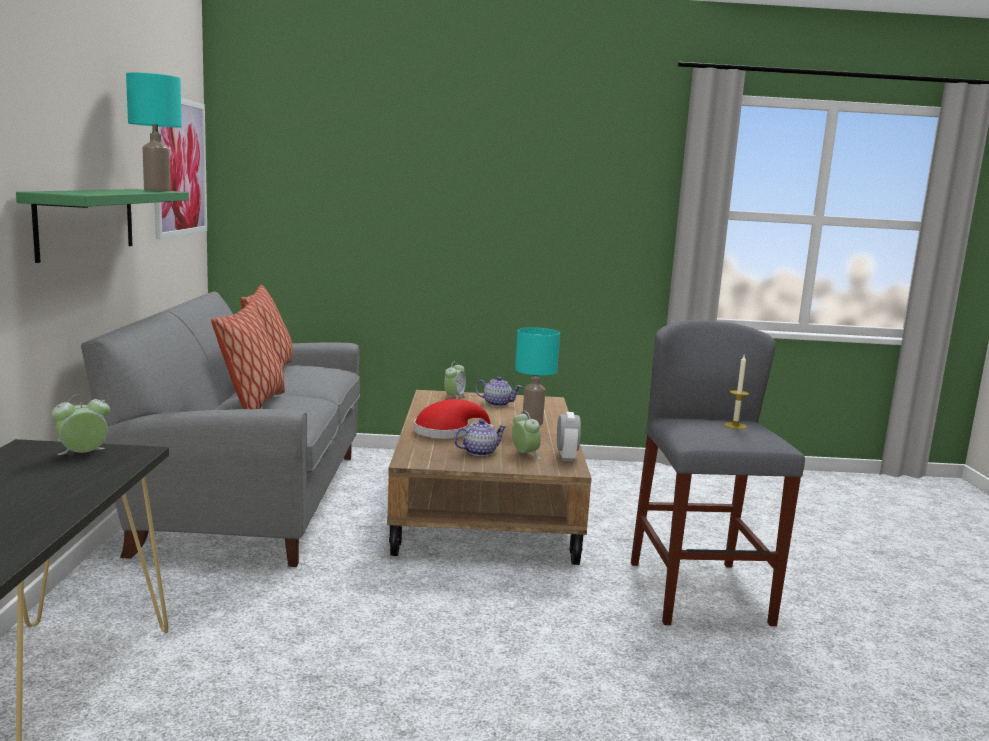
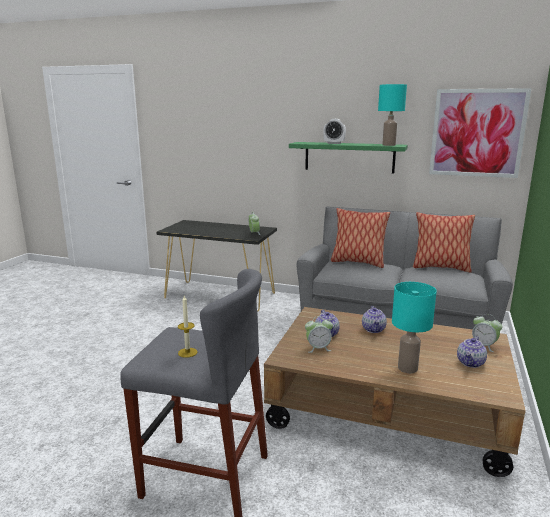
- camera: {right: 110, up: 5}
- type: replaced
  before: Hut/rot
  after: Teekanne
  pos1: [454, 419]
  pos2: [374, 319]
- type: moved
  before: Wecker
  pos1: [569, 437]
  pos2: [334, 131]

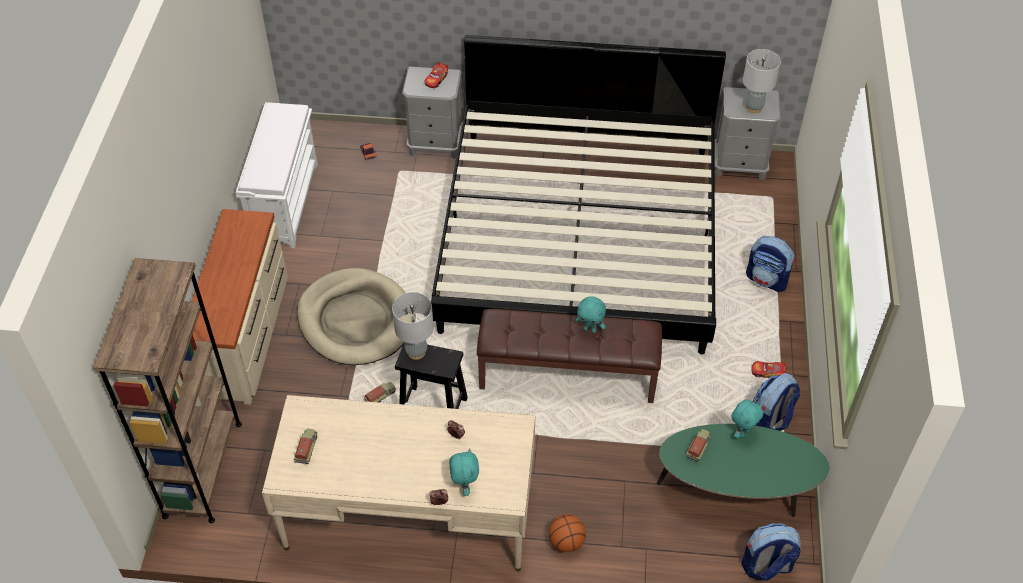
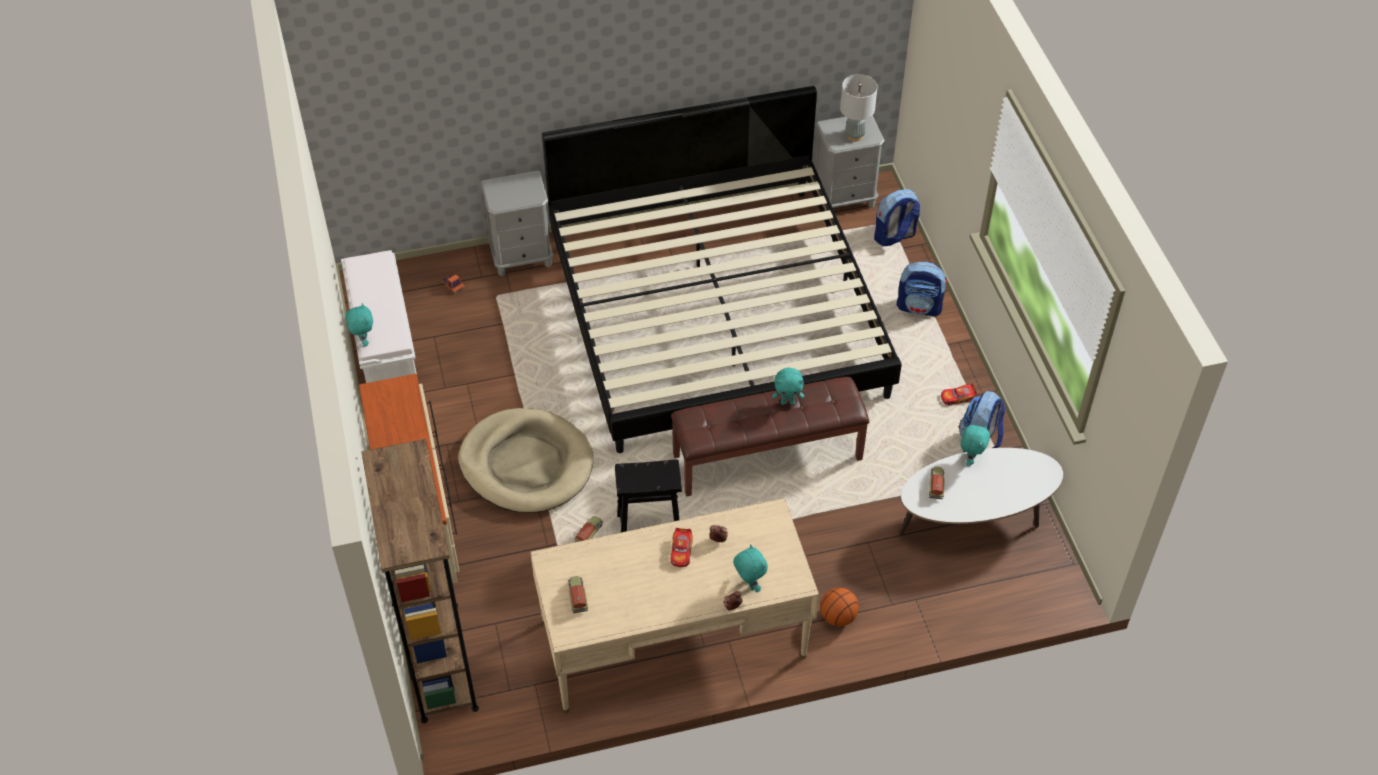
- camera: {right: -20, up: 0}
- type: removed
  before: Tischlampe/grau
  pos1: [413, 326]
- type: moved
  before: Spielzeugauto
  pos1: [436, 75]
  pos2: [682, 547]
- type: recoloured
  before: Couchtisch/grün
  after: Couchtisch/weiß
  pos1: [743, 470]
  pos2: [981, 492]
- type: moved
  before: Rucksack
  pos1: [771, 552]
  pos2: [897, 218]
- type: added
  after: Plüschtier/türkis
  pos2: [359, 325]

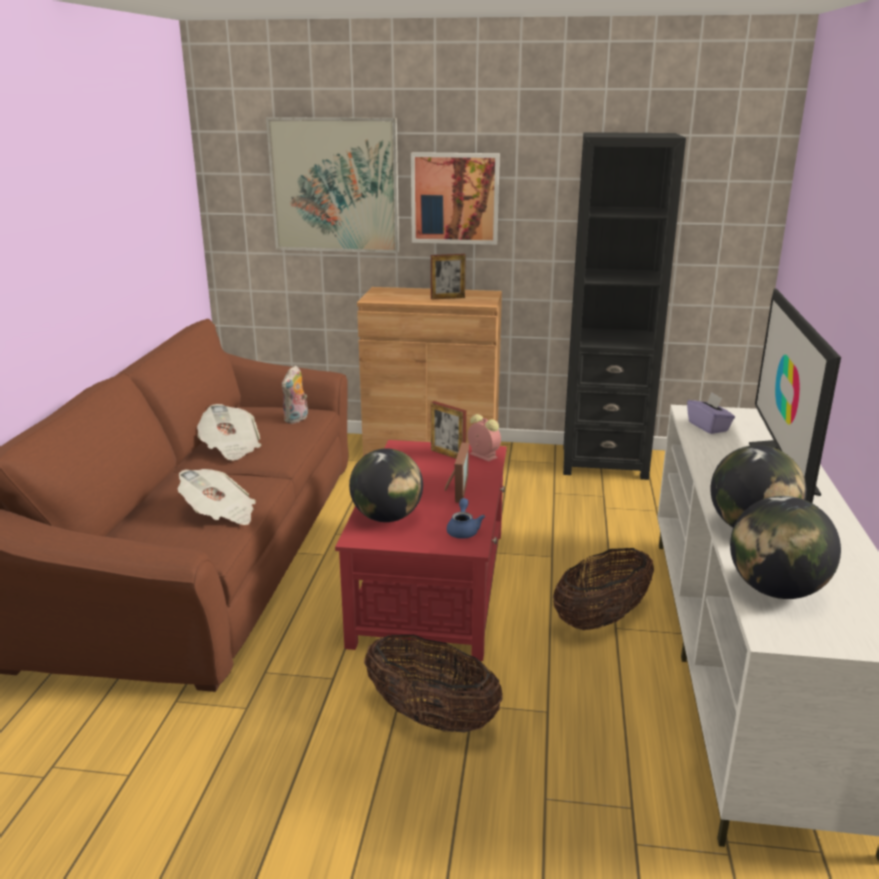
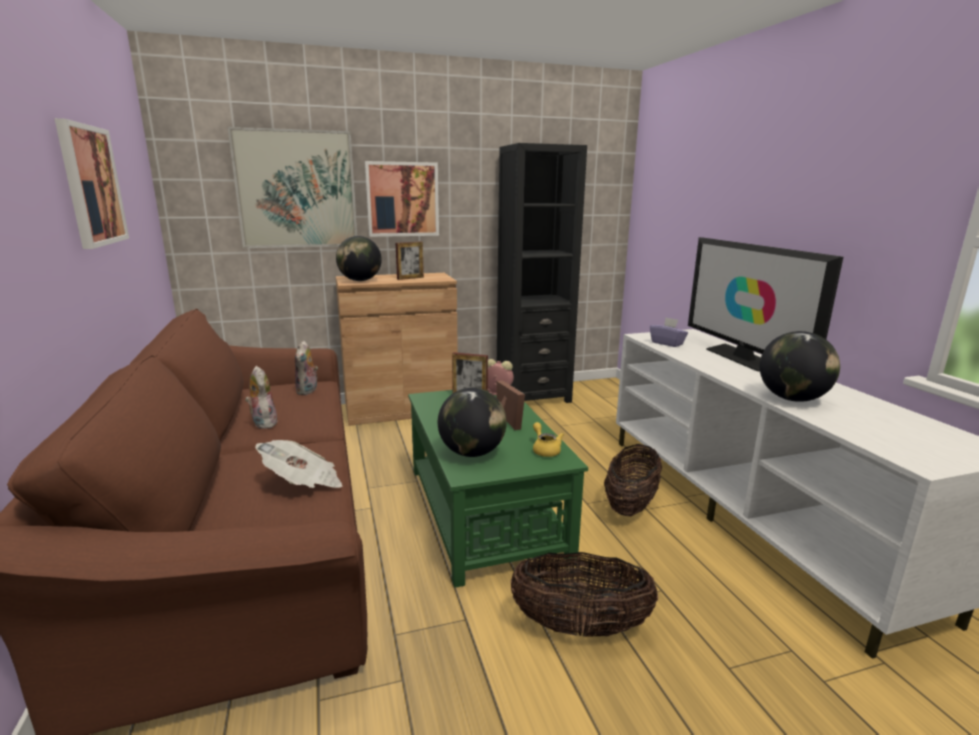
- camera: {right: -25, up: -5}
- type: replaced
  before: Zeitung
  after: Plüschtier
  pos1: [229, 432]
  pos2: [261, 397]
- type: recoloured
  before: Couchtisch/rot
  after: Couchtisch/grün
  pos1: [421, 550]
  pos2: [498, 489]
- type: recoloured
  before: Teekanne/blau
  after: Teekanne/gelb
  pos1: [466, 518]
  pos2: [548, 439]
- type: moved
  before: Globus
  pos1: [785, 547]
  pos2: [359, 258]
- type: added
  after: Bild
  pos2: [91, 183]

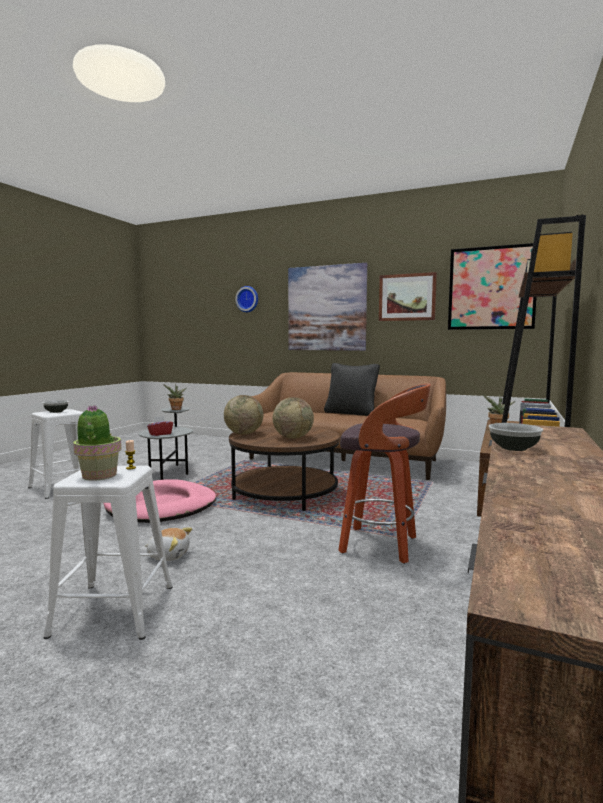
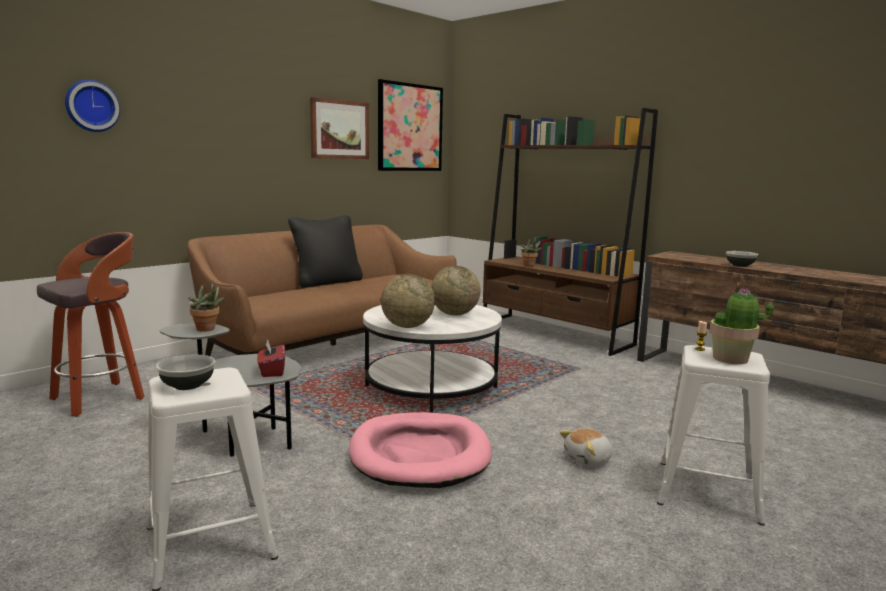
- camera: {right: -70, up: 5}
- type: turned
  before: Plüschtier
  pos1: [168, 544]
  pos2: [586, 447]
  turn: -150
- type: recoloured
  before: Couchtisch/braun
  after: Couchtisch/weiß
  pos1: [284, 468]
  pos2: [432, 358]
- type: removed
  before: Bild
  pos1: [327, 307]
- type: moved
  before: Hocker
  pos1: [384, 474]
  pos2: [90, 324]

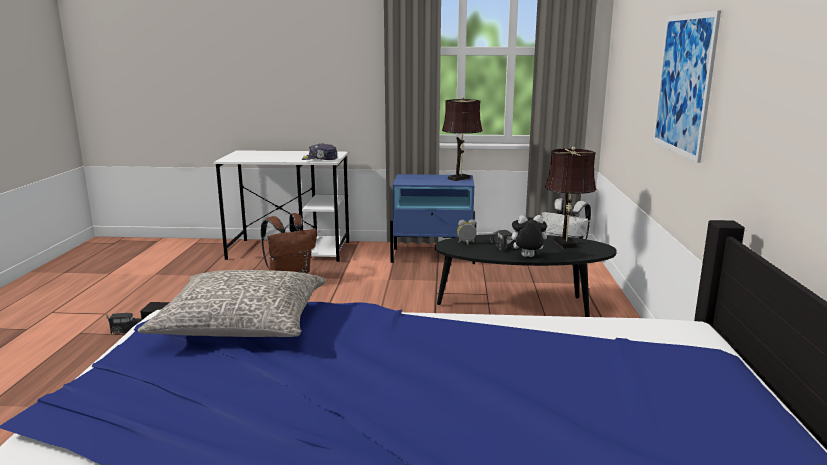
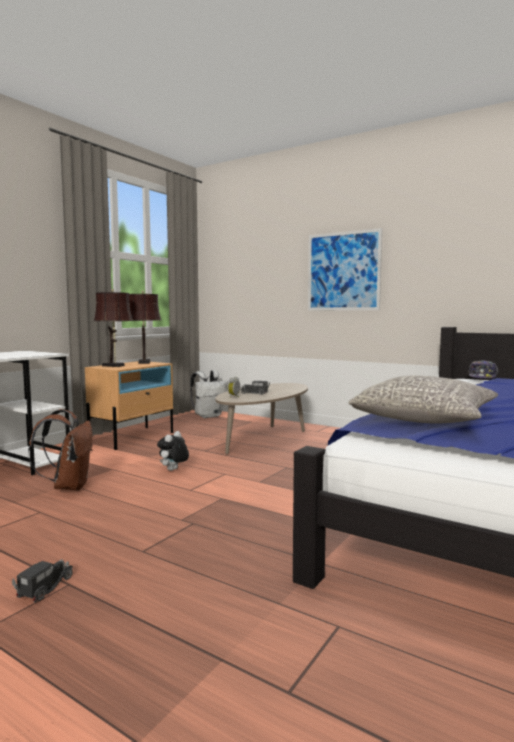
- camera: {right: -60, up: -10}
- type: moved
  before: Kappe
  pos1: [320, 151]
  pos2: [483, 369]
- type: recoloured
  before: Nachttisch/blau
  after: Nachttisch/beige
  pos1: [433, 219]
  pos2: [129, 405]
- type: recoloured
  before: Couchtisch/schwarz
  after: Couchtisch/beige
  pos1: [526, 275]
  pos2: [261, 418]
- type: moved
  before: Plüschtier
  pos1: [527, 236]
  pos2: [173, 451]
- type: moved
  before: Tischlampe/braun
  pos1: [570, 197]
  pos2: [113, 328]

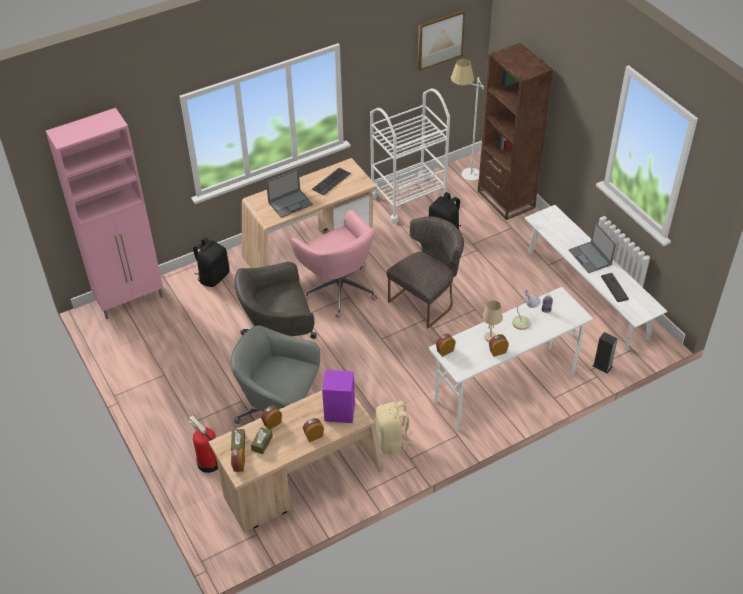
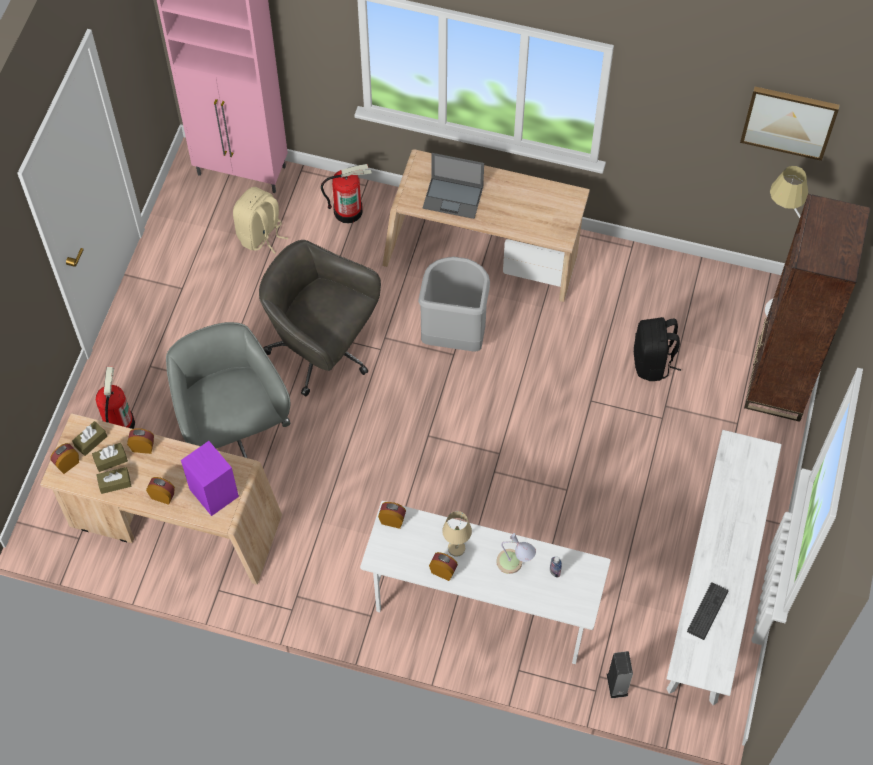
- camera: {right: 45, up: 15}
- type: replaced
  before: Rucksack/schwarz
  after: Feuerlöscher
  pos1: [211, 262]
  pos2: [346, 193]
- type: replaced
  before: Bürostuhl/rosa
  after: Mülleimer/grau
  pos1: [334, 264]
  pos2: [454, 304]
- type: removed
  before: Tastatur
  pos1: [331, 182]
- type: removed
  before: Rollwagen/weiß
  pos1: [410, 156]
- type: moved
  before: Rucksack/beige
  pos1: [394, 427]
  pos2: [260, 220]
- type: removed
  before: Stuhl/grau
  pos1: [425, 272]
- type: removed
  before: Laptop
  pos1: [592, 247]
- type: added
  after: Taschentuchbox/braun
  pos2: [113, 480]

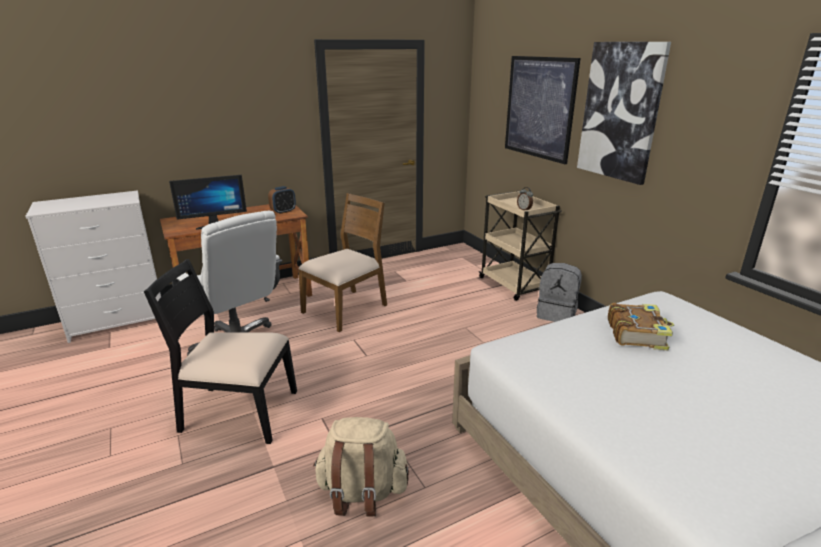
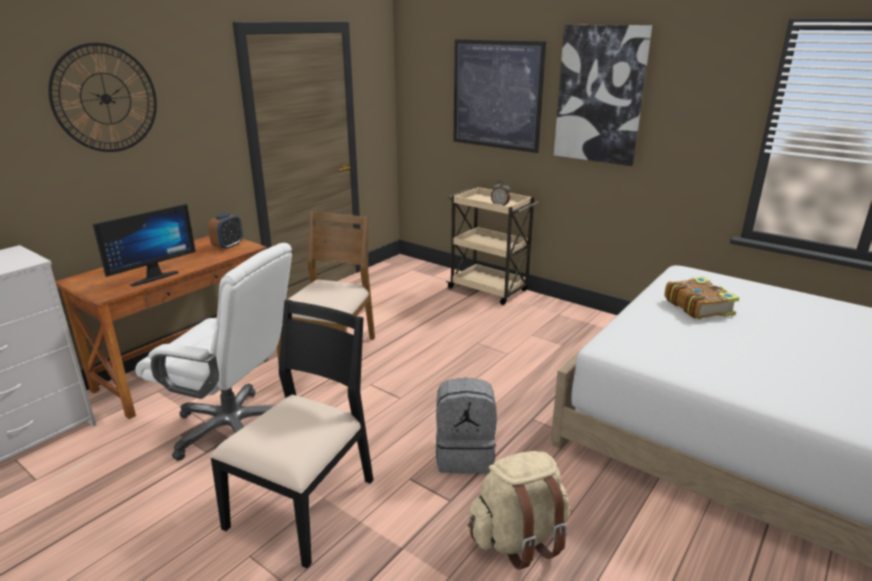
- camera: {right: -25, up: 0}
- type: turned
  before: Stuhl/schwarz
  pos1: [220, 351]
  pos2: [291, 434]
  turn: 135
- type: moved
  before: Rucksack/grau
  pos1: [559, 292]
  pos2: [466, 425]
- type: added
  after: Wanduhr
  pos2: [102, 97]

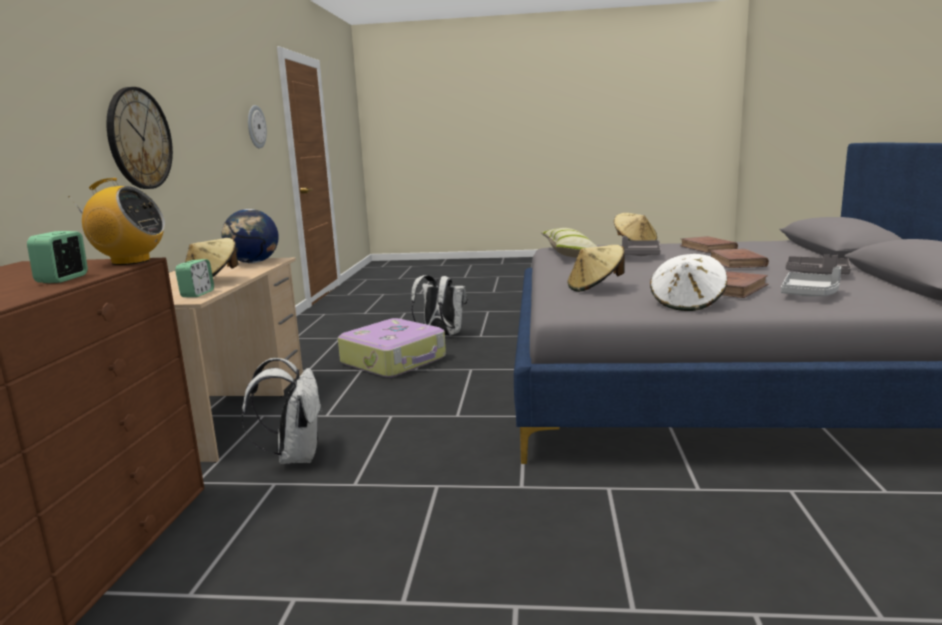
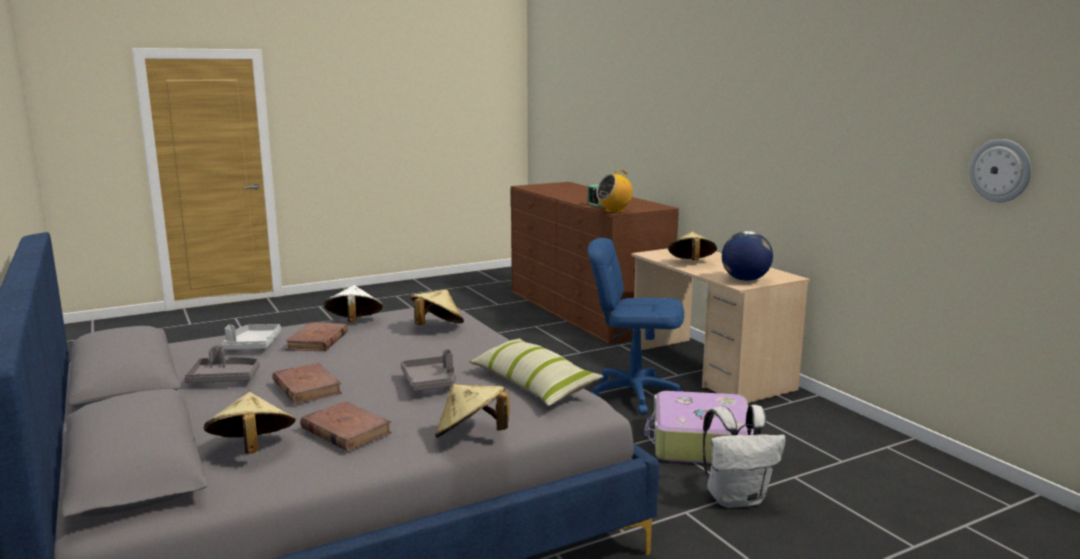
- camera: {right: 145, up: 0}
- type: removed
  before: Wanduhr
  pos1: [140, 138]
- type: removed
  before: Wecker
  pos1: [194, 278]
- type: removed
  before: Rucksack/weiß
  pos1: [281, 411]
- type: added
  after: Hut/beige
  pos2: [250, 423]
- type: added
  after: Bürostuhl/blau
  pos2: [636, 326]

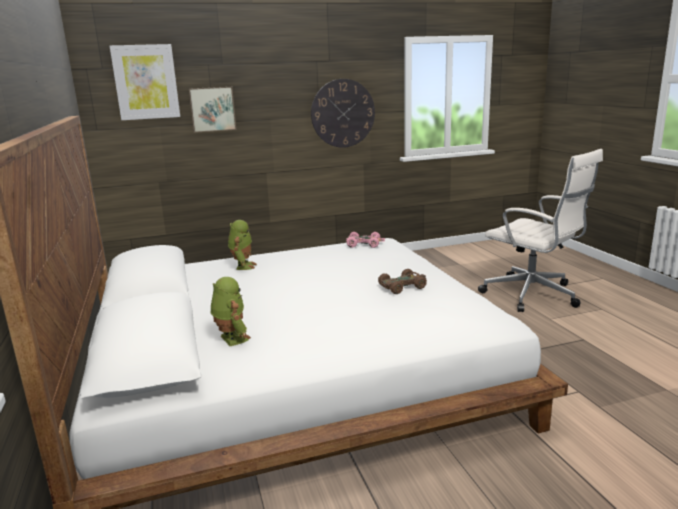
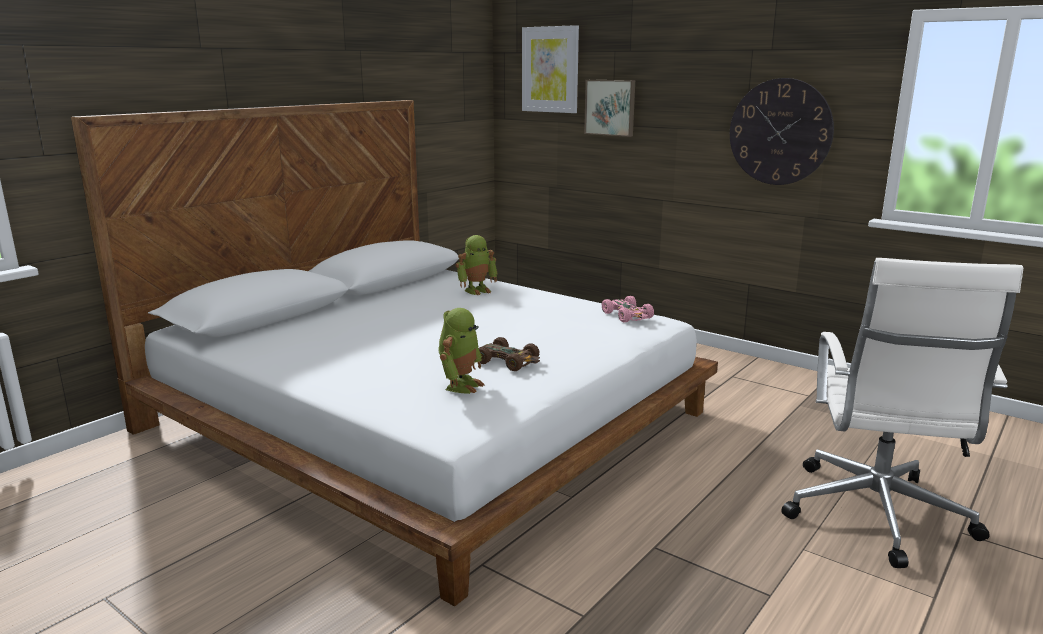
- camera: {right: 55, up: 0}
- type: moved
  before: Spielzeugroboter
  pos1: [230, 311]
  pos2: [461, 351]

